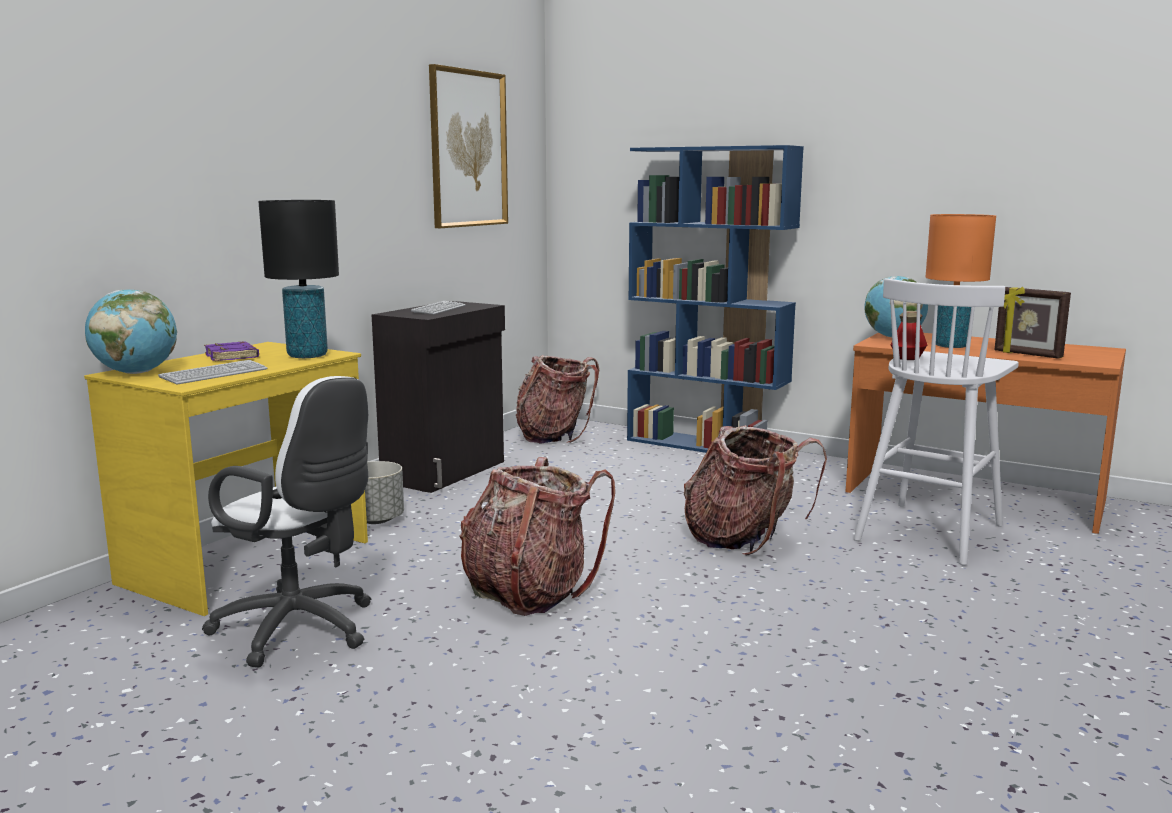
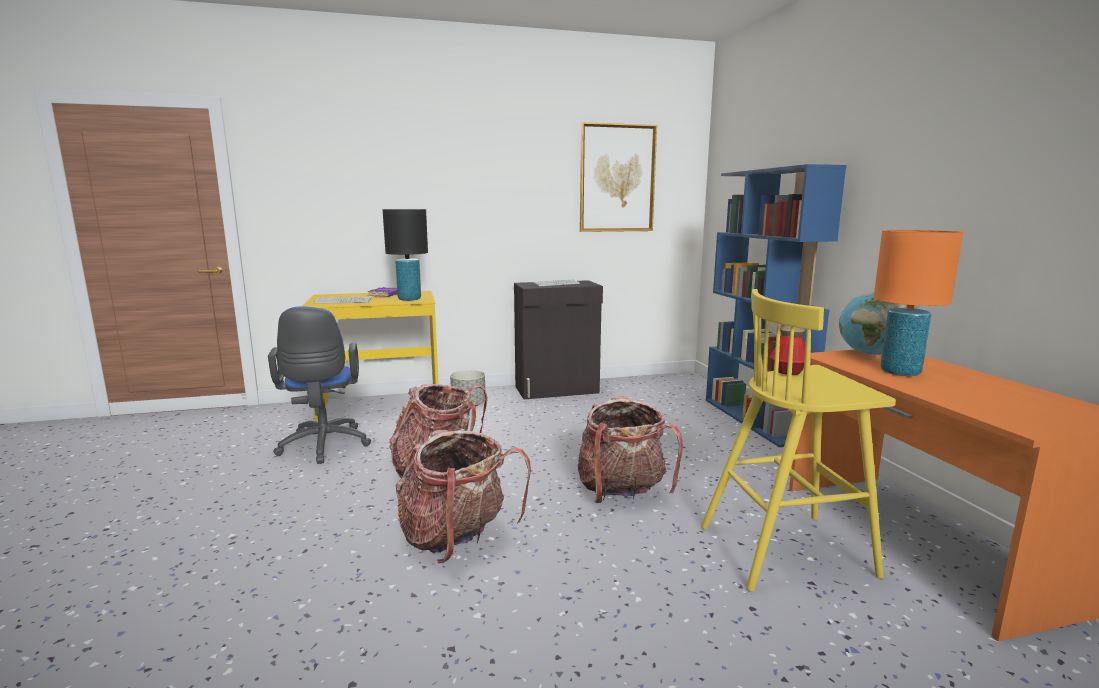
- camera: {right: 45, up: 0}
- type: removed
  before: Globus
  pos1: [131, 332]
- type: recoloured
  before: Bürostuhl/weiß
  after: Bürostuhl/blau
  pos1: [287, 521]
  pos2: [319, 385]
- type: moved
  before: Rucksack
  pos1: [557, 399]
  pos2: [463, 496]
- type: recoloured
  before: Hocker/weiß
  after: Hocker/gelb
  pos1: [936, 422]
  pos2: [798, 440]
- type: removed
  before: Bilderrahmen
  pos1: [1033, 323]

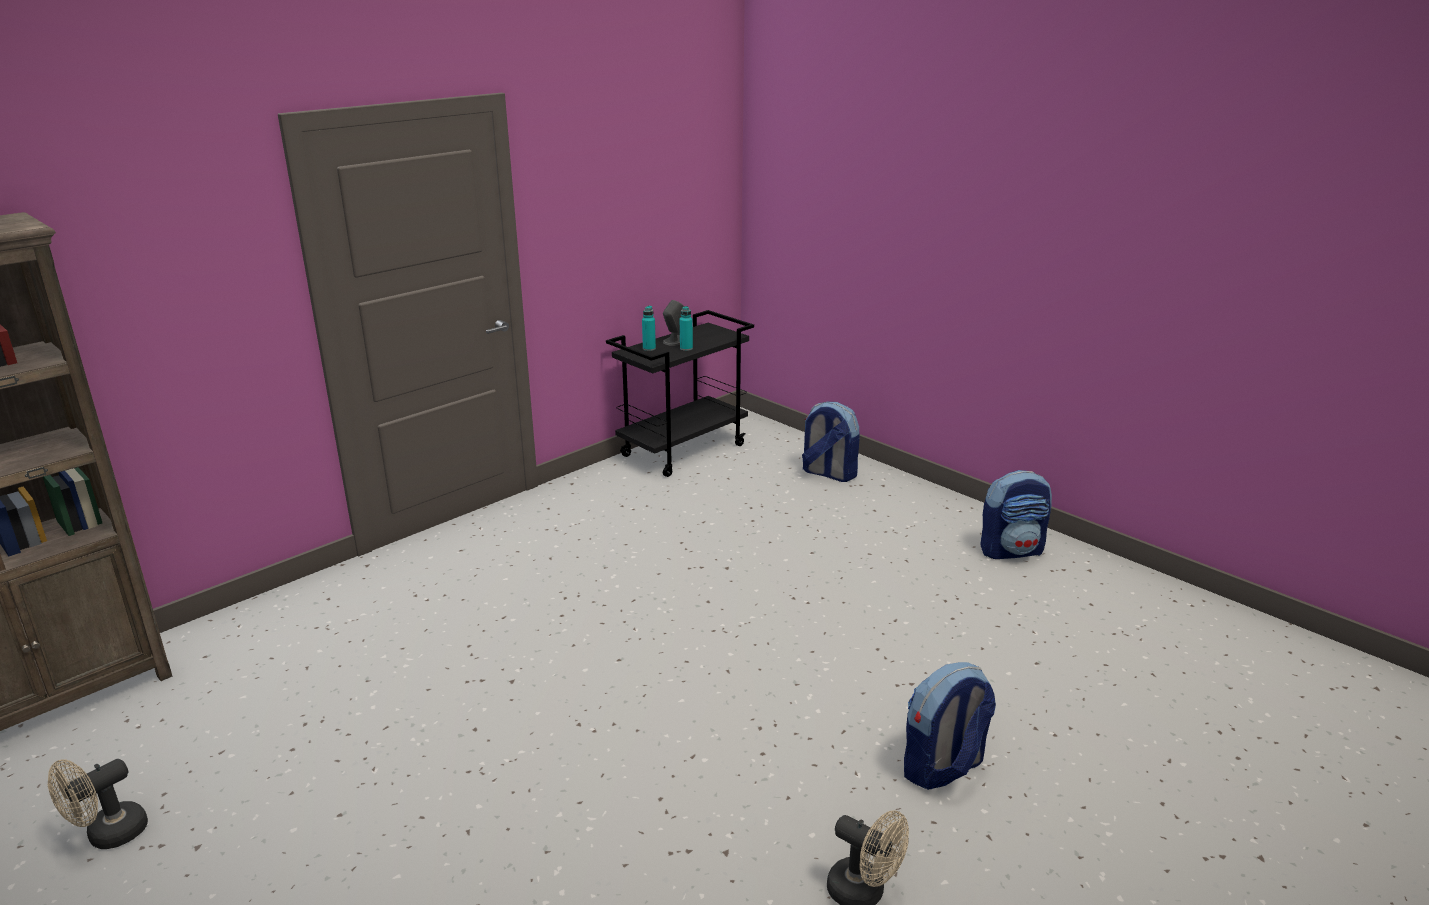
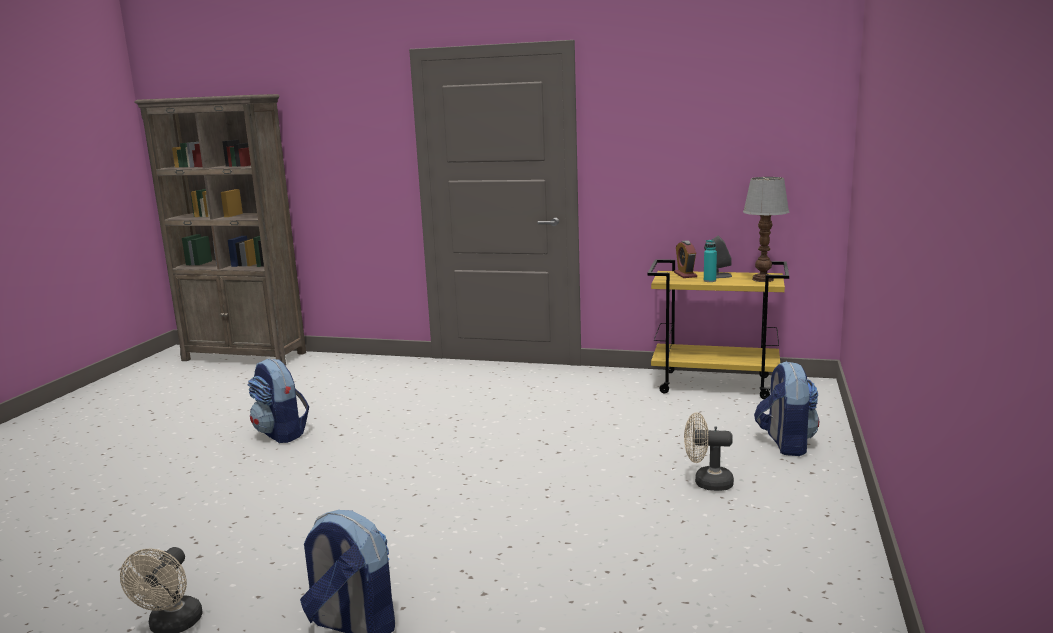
- camera: {right: 60, up: -10}
- type: moved
  before: Ventilator/beige
  pos1: [98, 804]
  pos2: [709, 451]
- type: recoloured
  before: Rollwagen/schwarz
  after: Rollwagen/gelb
  pos1: [680, 393]
  pos2: [718, 329]
- type: replaced
  before: Flasche/türkis
  after: Wecker
  pos1: [649, 328]
  pos2: [685, 259]
- type: moved
  before: Rucksack
  pos1: [1016, 514]
  pos2: [278, 401]
- type: added
  after: Tischlampe
  pos2: [766, 229]

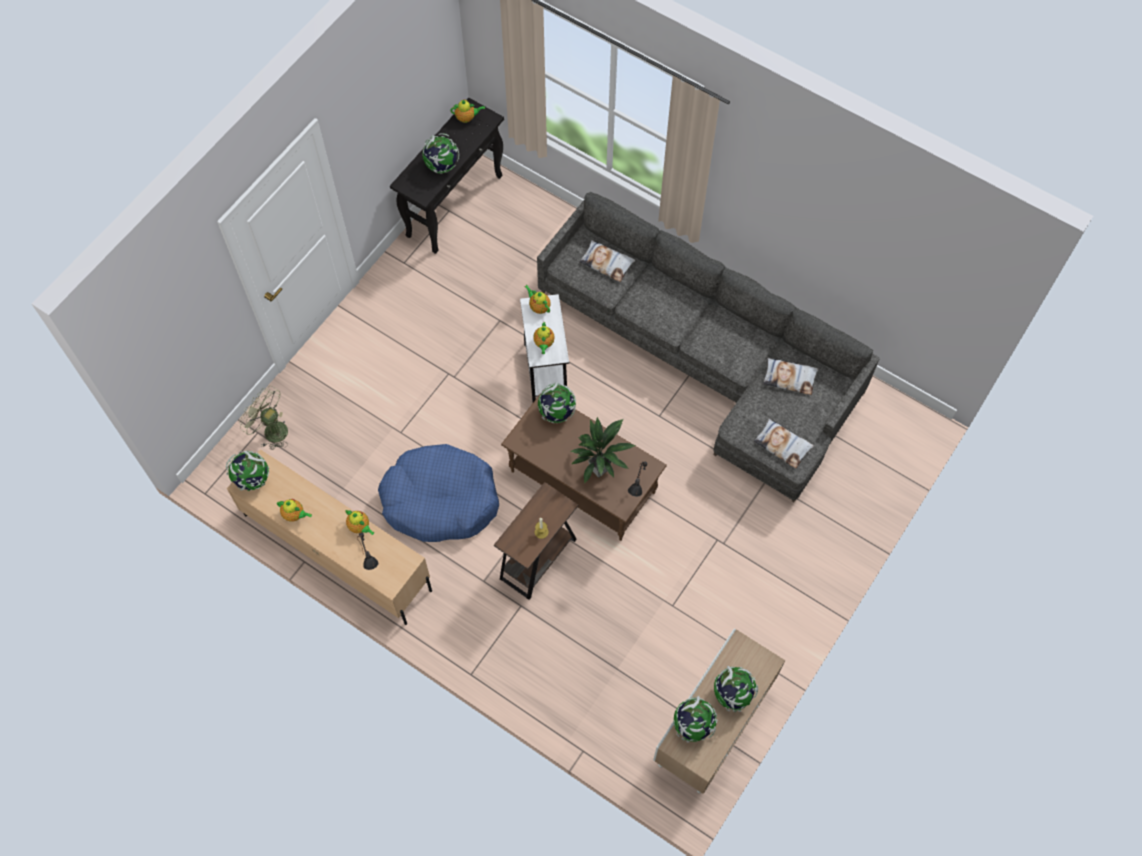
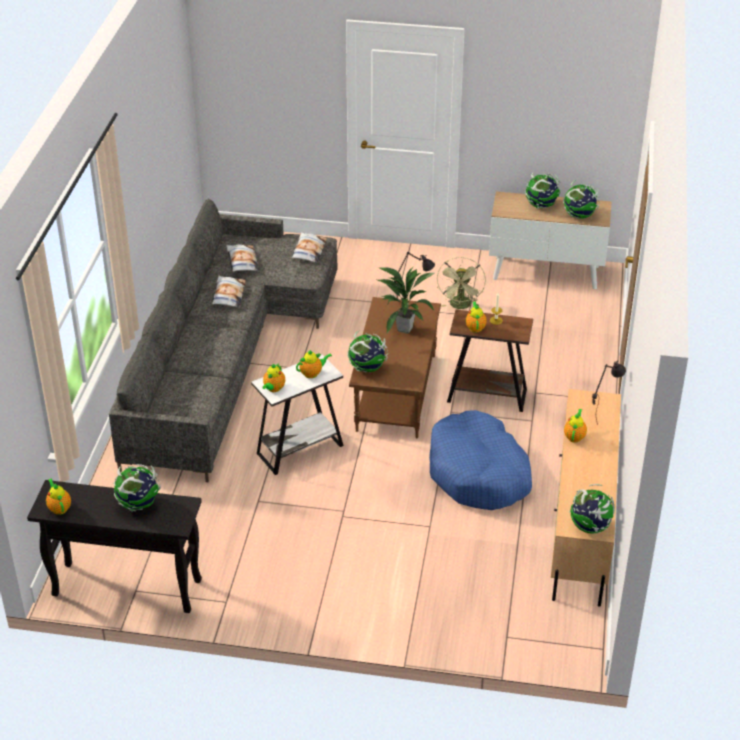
- camera: {right: -115, up: -25}
- type: moved
  before: Ventilator/grün
  pos1: [263, 418]
  pos2: [461, 283]
- type: moved
  before: Teekanne
  pos1: [294, 510]
  pos2: [476, 317]
- type: moved
  before: Kissen
  pos1: [607, 261]
  pos2: [228, 291]

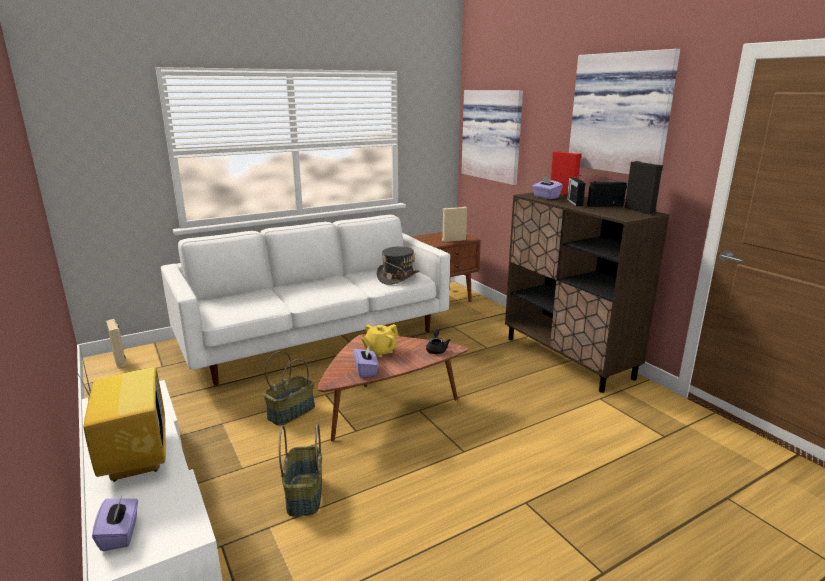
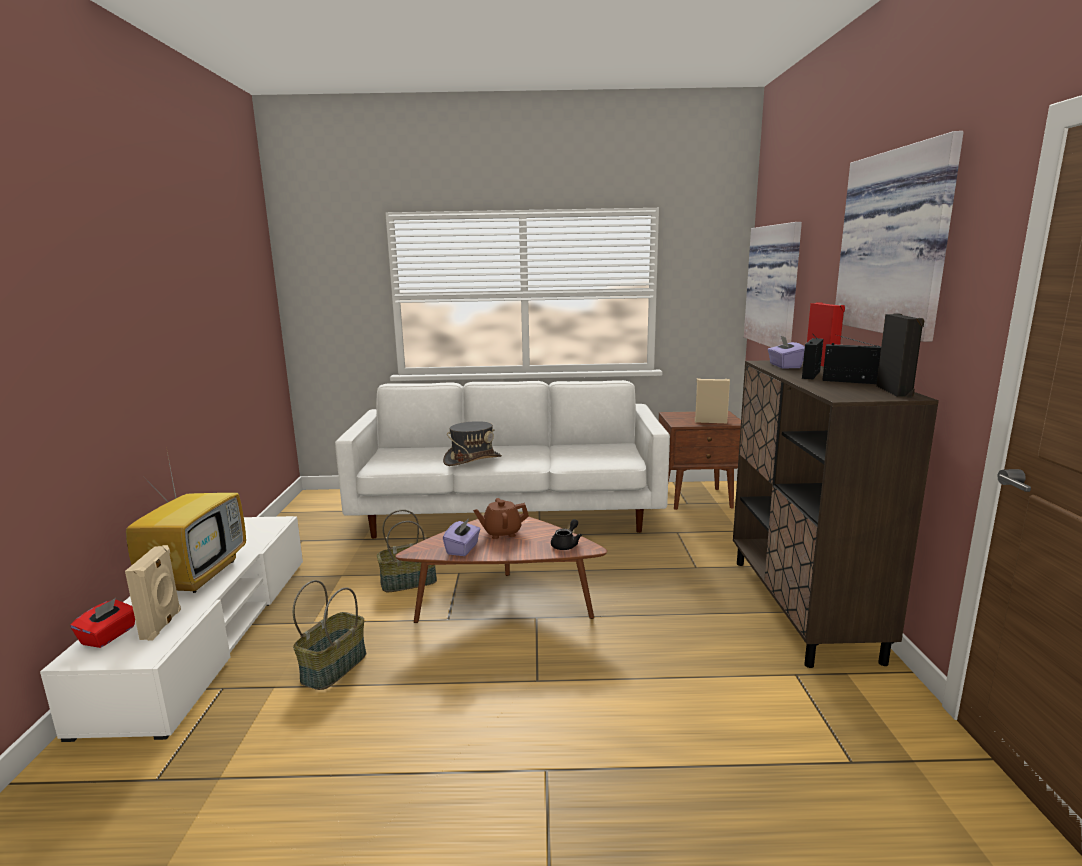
- camera: {right: 30, up: -5}
- type: recoloured
  before: Taschentuchbox/lila
  after: Taschentuchbox/rot
  pos1: [115, 523]
  pos2: [102, 623]
- type: moved
  before: Lautsprecher/beige
  pos1: [116, 343]
  pos2: [153, 593]
- type: recoloured
  before: Teekanne/gelb
  after: Teekanne/braun
  pos1: [379, 341]
  pos2: [501, 518]
- type: moved
  before: Hut/grau
  pos1: [397, 265]
  pos2: [472, 443]

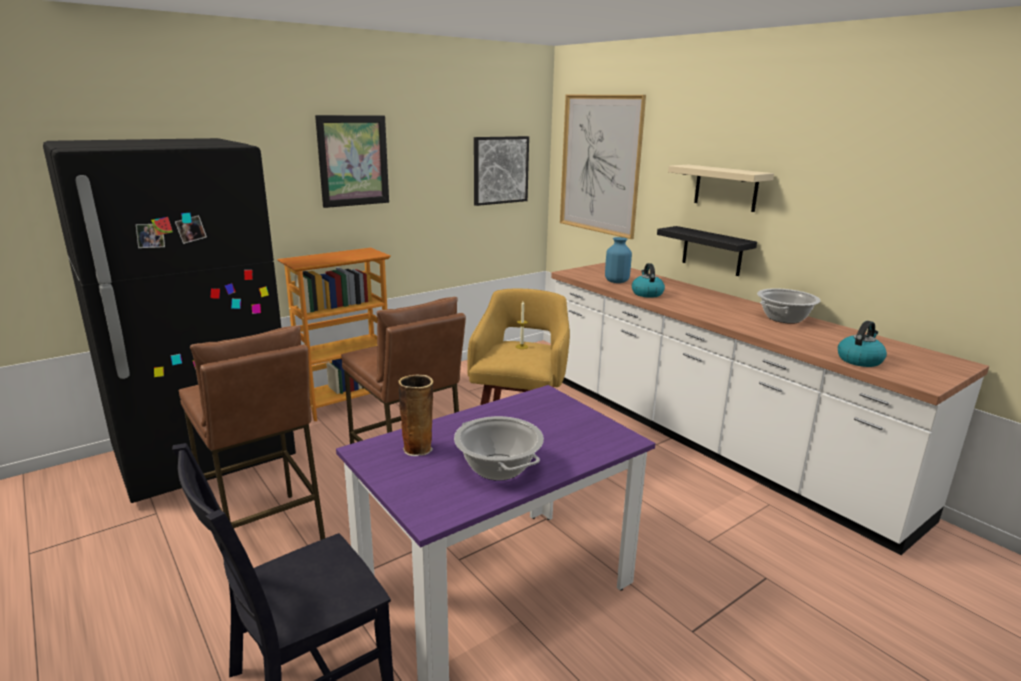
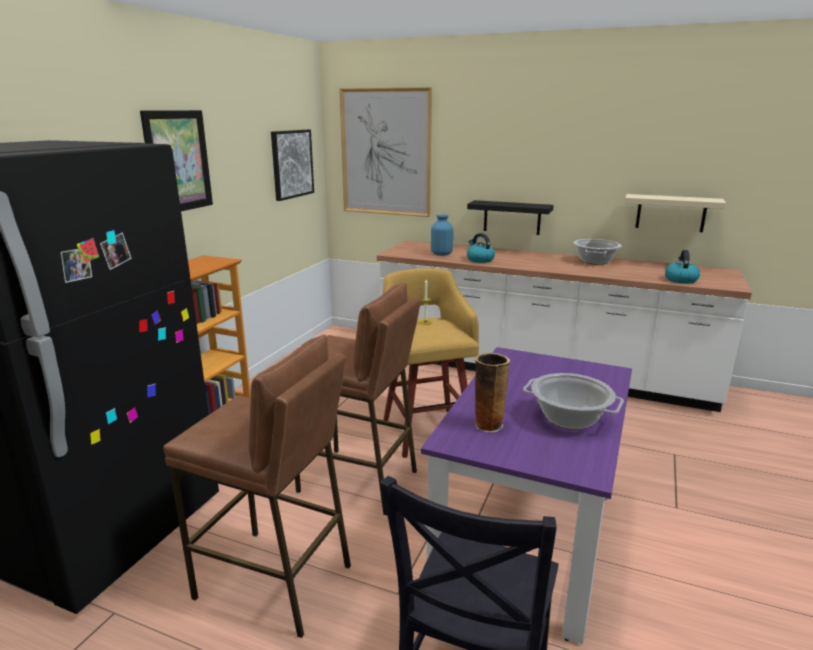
- camera: {right: -30, up: 0}
- type: moved
  before: Wandregal/beige
  pos1: [721, 188]
  pos2: [675, 213]

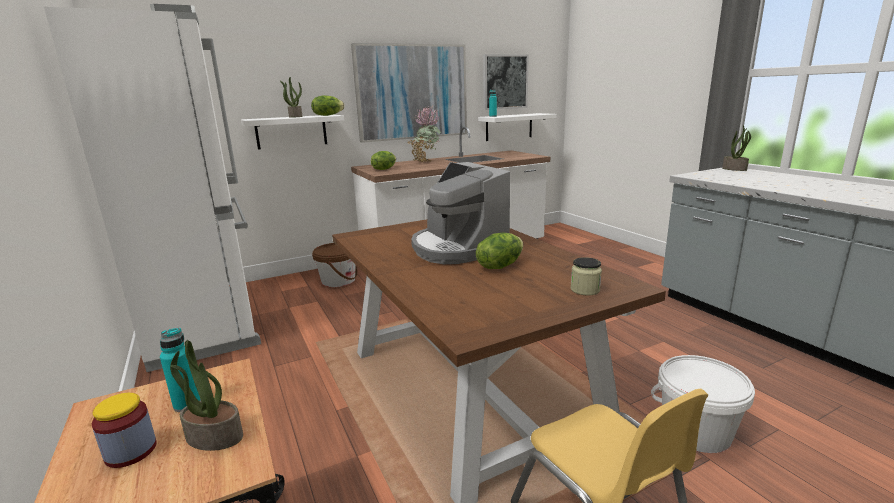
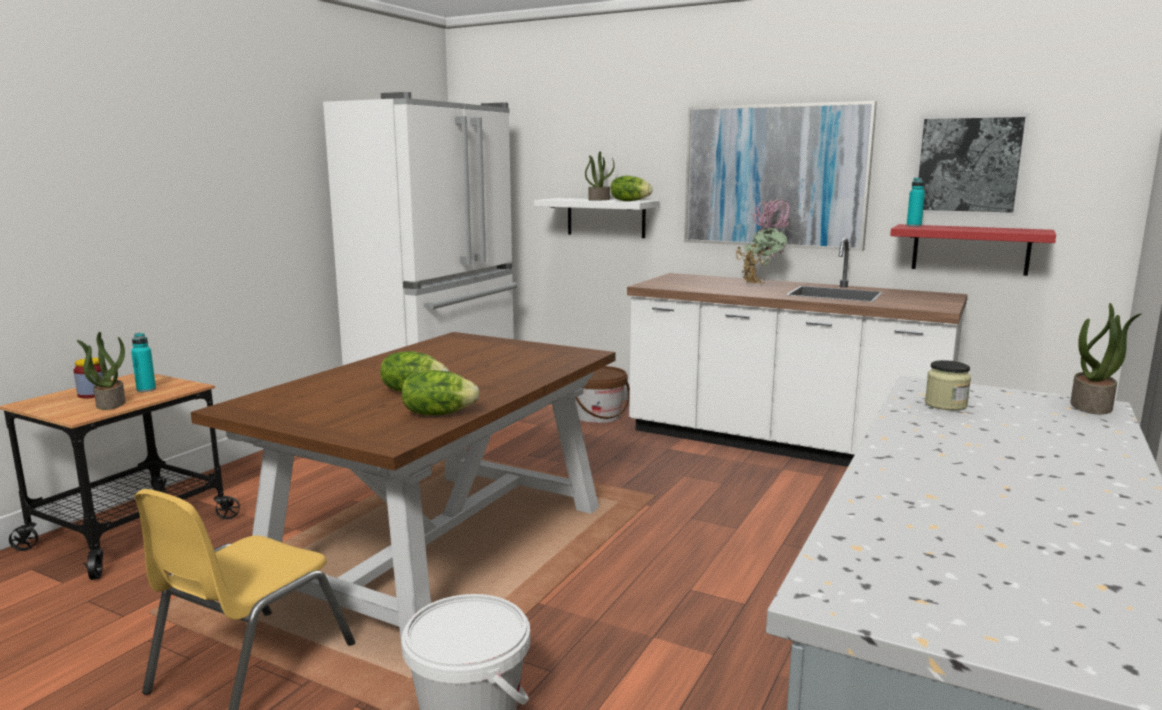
- camera: {right: 55, up: -5}
- type: moved
  before: Salatkopf
  pos1: [383, 160]
  pos2: [441, 392]
- type: removed
  before: Kaffeemaschine
  pos1: [460, 213]
- type: recoloured
  before: Wandregal/weiß
  after: Wandregal/rot
  pos1: [517, 127]
  pos2: [973, 250]
- type: moved
  before: Vorratsglas
  pos1: [586, 276]
  pos2: [948, 385]

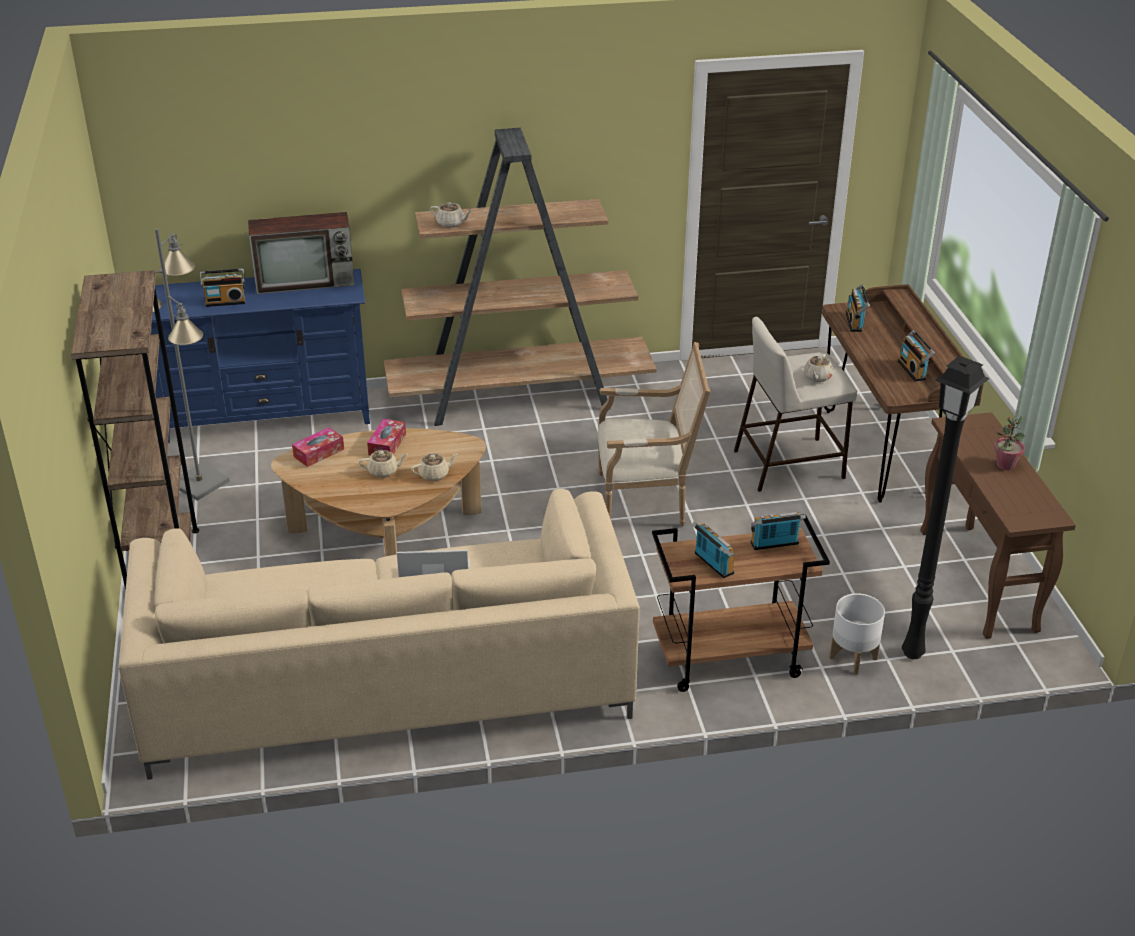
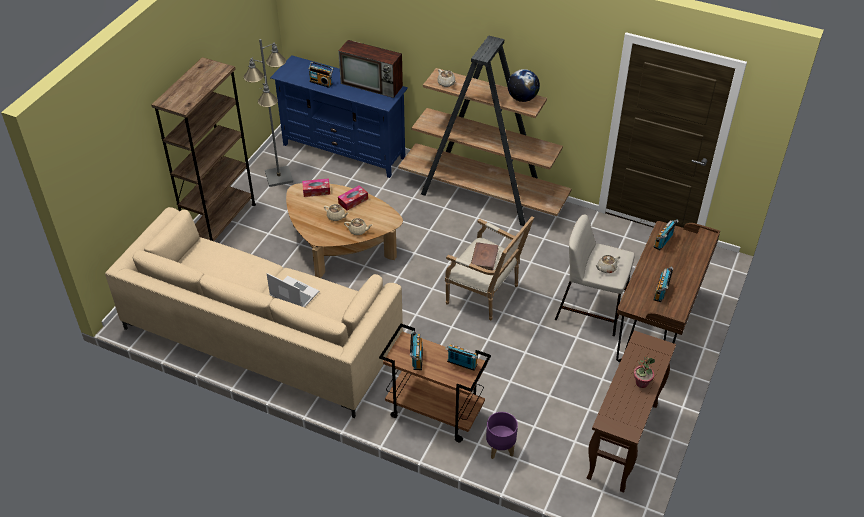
- camera: {right: 35, up: 10}
- type: recoloured
  before: Pflanzkübel/weiß
  after: Pflanzkübel/lila
  pos1: [857, 634]
  pos2: [502, 435]
- type: removed
  before: Stehlampe/schwarz
  pos1: [946, 507]
- type: added
  after: Buch/braun
  pos2: [485, 256]
- type: added
  after: Globus
  pos2: [523, 85]

